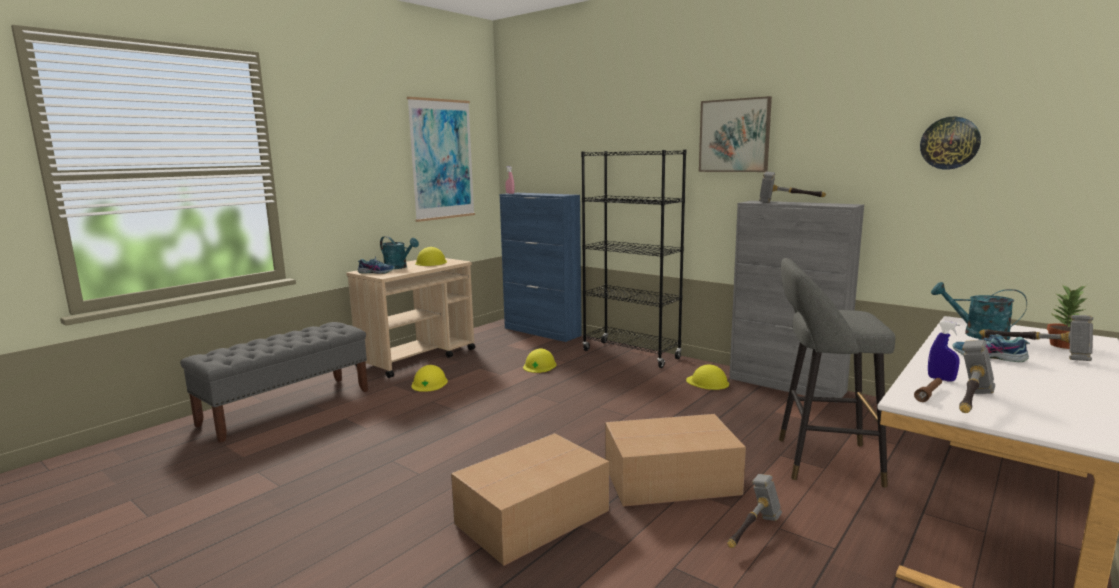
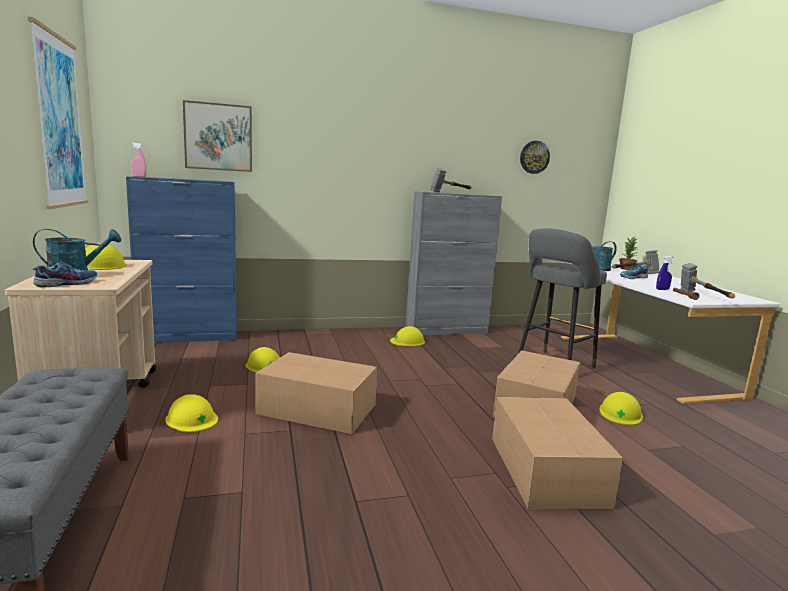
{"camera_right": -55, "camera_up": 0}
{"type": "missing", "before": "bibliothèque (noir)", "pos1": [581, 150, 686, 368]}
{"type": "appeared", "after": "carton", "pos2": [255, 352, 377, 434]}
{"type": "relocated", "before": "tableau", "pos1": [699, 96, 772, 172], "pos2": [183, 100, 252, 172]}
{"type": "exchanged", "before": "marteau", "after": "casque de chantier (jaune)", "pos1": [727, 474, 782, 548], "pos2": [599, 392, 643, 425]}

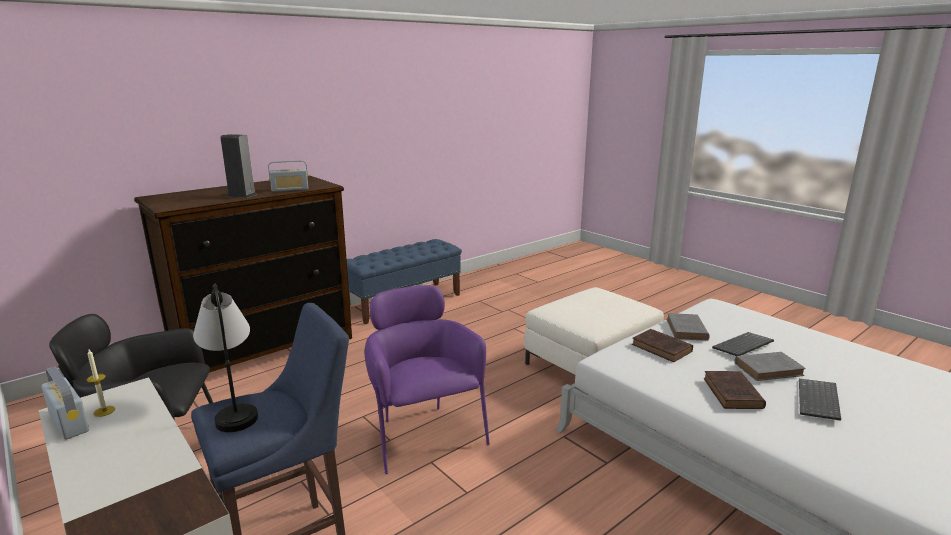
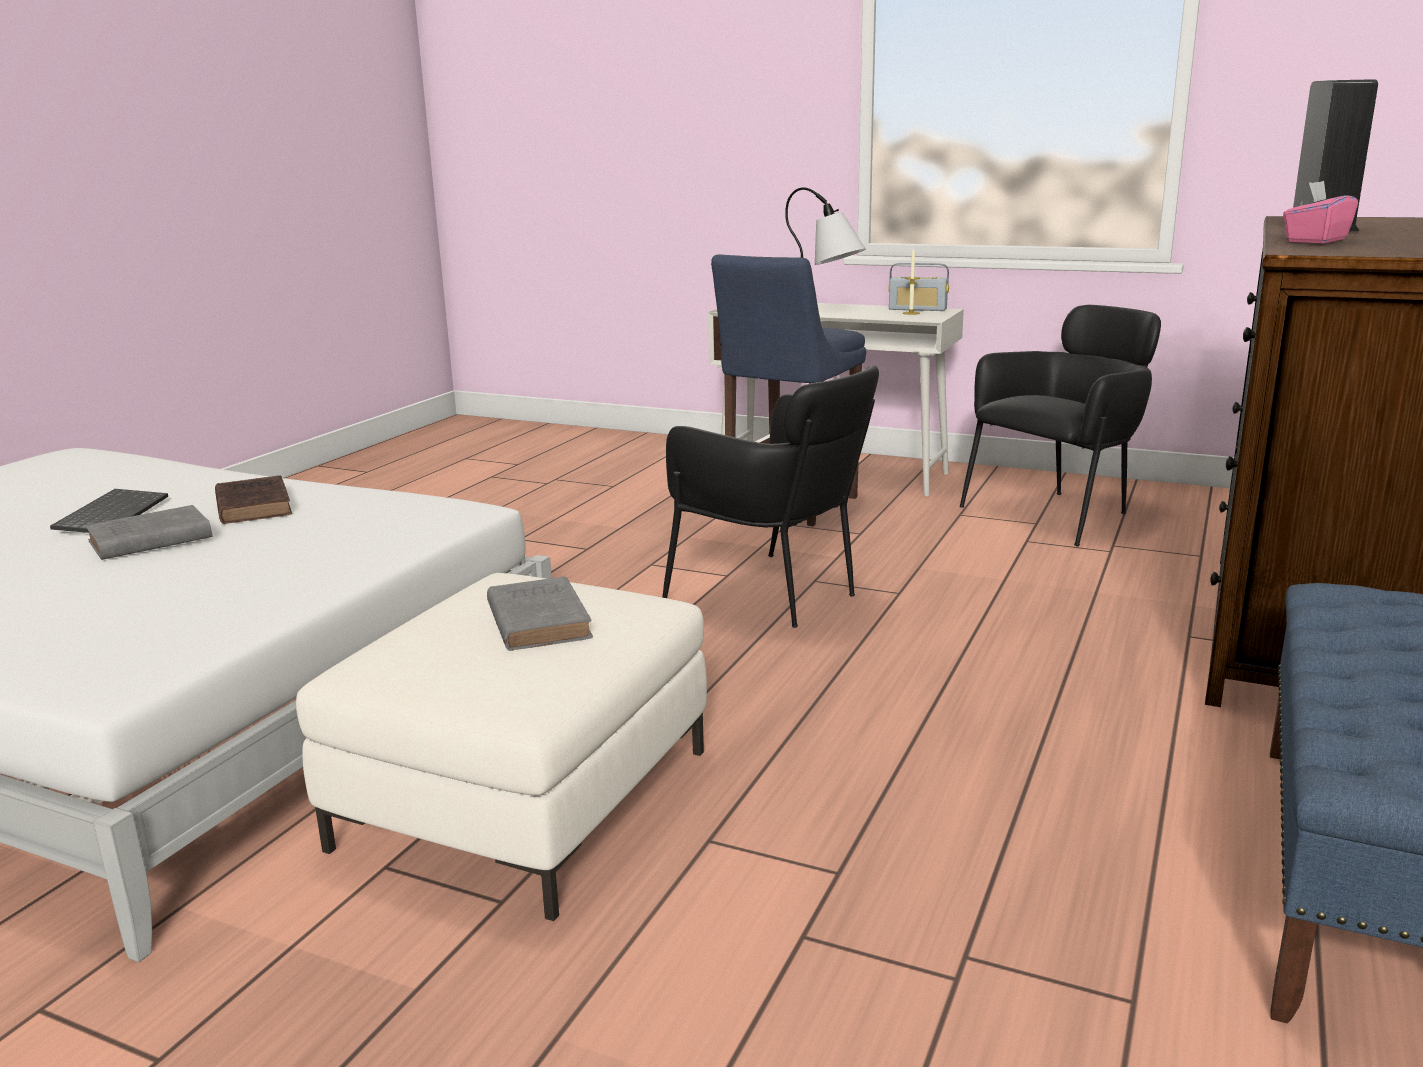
{"camera_right": 155, "camera_up": 0}
{"type": "missing", "before": "livre (marron)", "pos1": [632, 329, 693, 362]}
{"type": "missing", "before": "clavier", "pos1": [712, 332, 774, 356]}
{"type": "relocated", "before": "livre (gris)", "pos1": [666, 313, 710, 341], "pos2": [487, 577, 593, 651]}
{"type": "exchanged", "before": "radio", "after": "boîte à mouchoirs (rose)", "pos1": [268, 160, 308, 192], "pos2": [1283, 181, 1358, 243]}
{"type": "colour", "before": "fauteuil (violet)", "after": "fauteuil (noir)", "pos1": [365, 285, 490, 474], "pos2": [662, 365, 879, 628]}

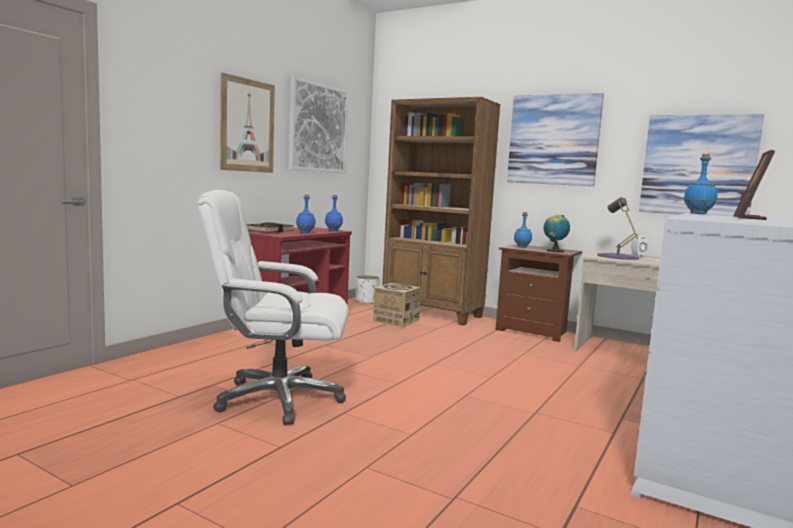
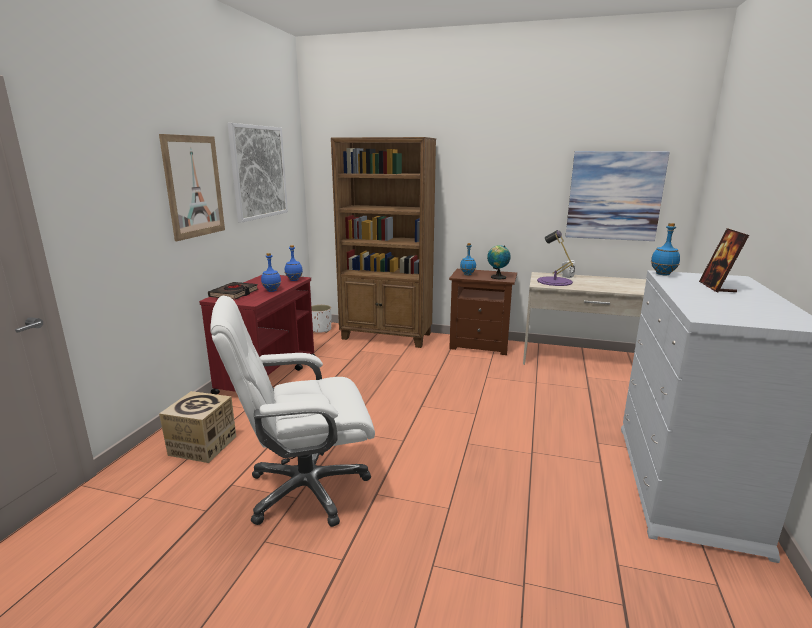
{"camera_right": -15, "camera_up": 10}
{"type": "missing", "before": "tableau", "pos1": [507, 93, 604, 186]}
{"type": "relocated", "before": "carton", "pos1": [373, 283, 421, 327], "pos2": [159, 391, 236, 463]}

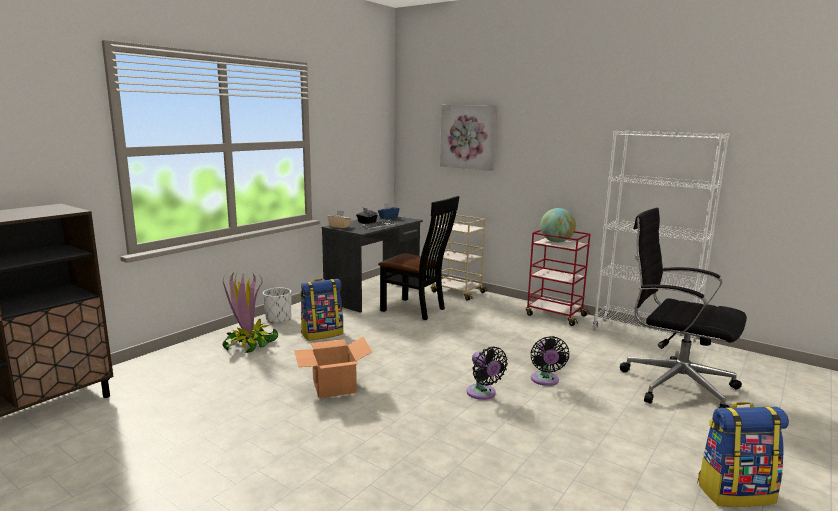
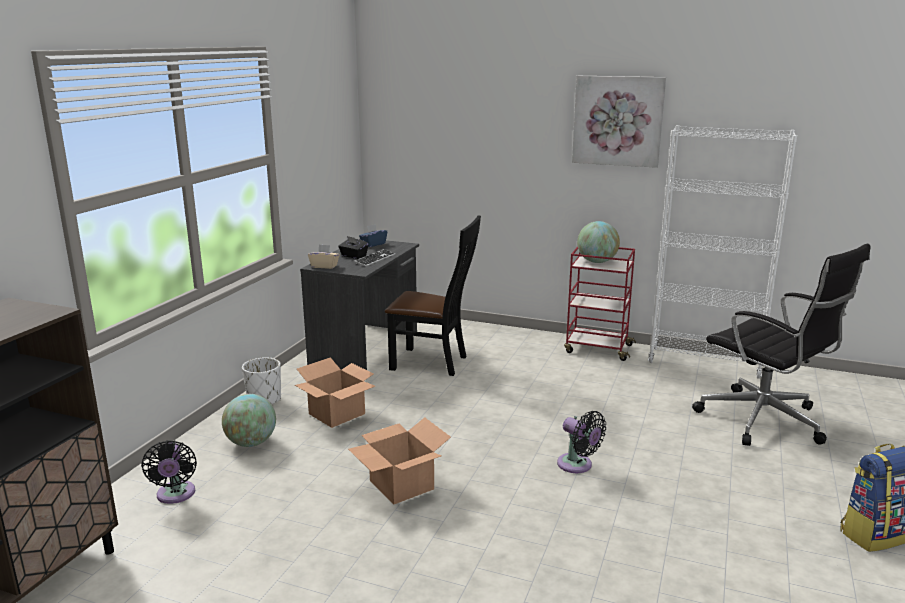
{"camera_right": -15, "camera_up": 5}
{"type": "missing", "before": "chariot (beige)", "pos1": [431, 214, 488, 301]}
{"type": "relocated", "before": "tableau", "pos1": [440, 105, 497, 171], "pos2": [572, 76, 666, 168]}
{"type": "relocated", "before": "ventilateur (noir)", "pos1": [530, 336, 569, 386], "pos2": [141, 440, 197, 504]}
{"type": "exchanged", "before": "plante en pot", "after": "globe", "pos1": [223, 271, 278, 353], "pos2": [222, 394, 276, 447]}
{"type": "exchanged", "before": "sac à dos", "after": "carton", "pos1": [300, 279, 343, 341], "pos2": [295, 357, 375, 428]}
{"type": "spun", "before": "chaise de bureau (noir)", "pos1": [620, 208, 747, 408], "pos2": [692, 244, 871, 446], "turn": -150}

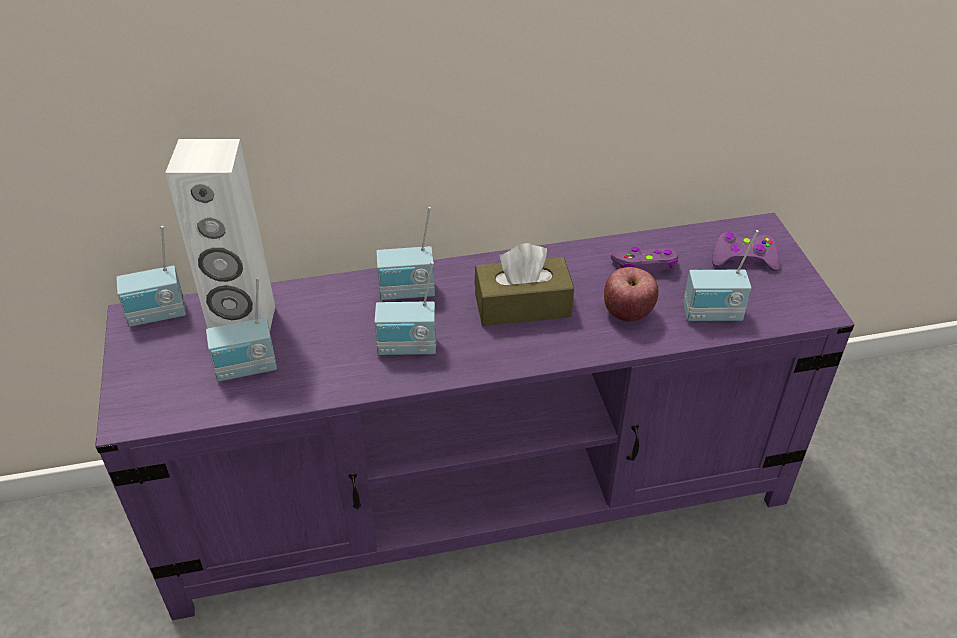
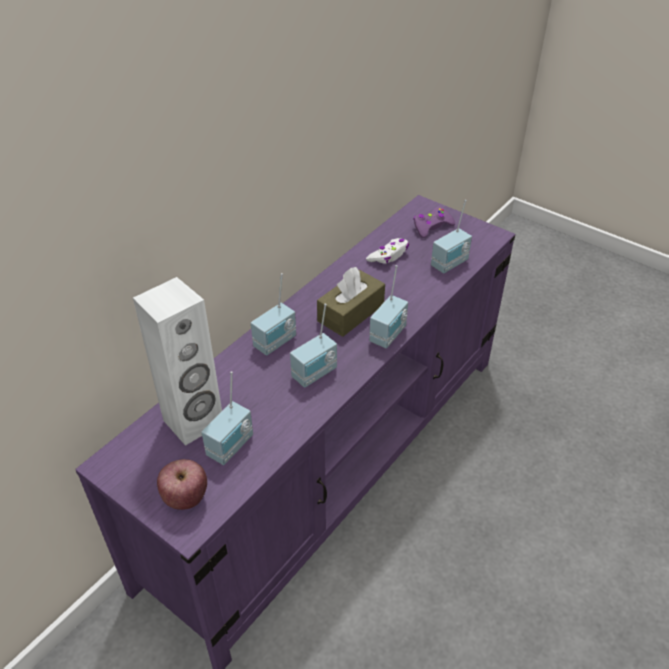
{"camera_right": -40, "camera_up": 0}
{"type": "relocated", "before": "radio", "pos1": [116, 226, 186, 327], "pos2": [369, 265, 408, 349]}
{"type": "relocated", "before": "pomme", "pos1": [604, 267, 659, 322], "pos2": [157, 459, 207, 510]}
{"type": "colour", "before": "manette (violet)", "after": "manette (blanc)", "pos1": [611, 247, 678, 274], "pos2": [366, 238, 409, 264]}

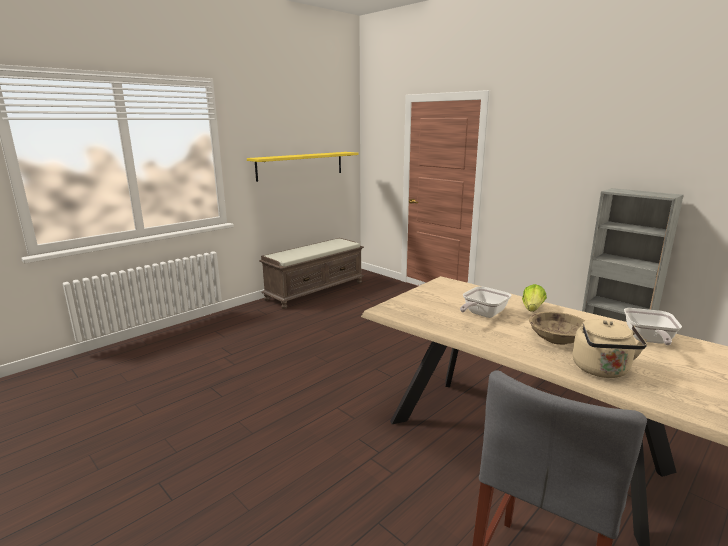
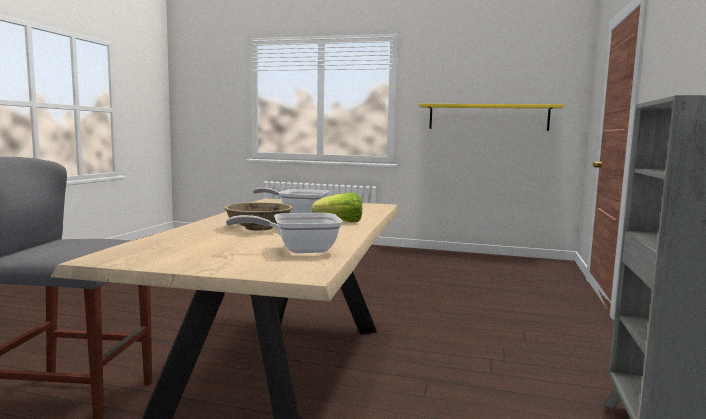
{"camera_right": 60, "camera_up": -10}
{"type": "missing", "before": "banc (marron)", "pos1": [259, 238, 364, 309]}
{"type": "missing", "before": "bouilloire (beige)", "pos1": [573, 319, 647, 378]}

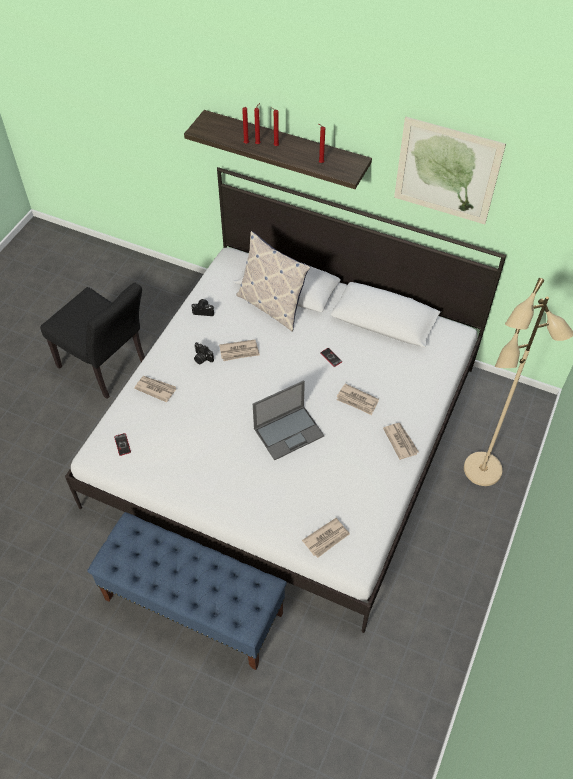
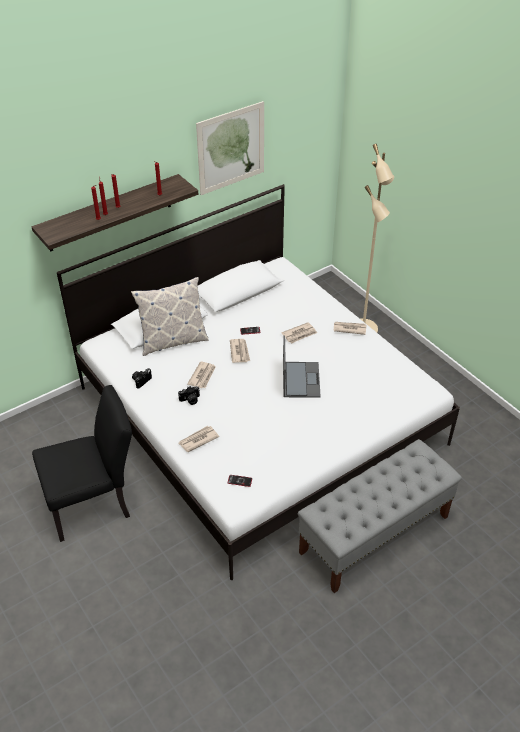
{"camera_right": -60, "camera_up": -10}
{"type": "relocated", "before": "journal", "pos1": [302, 518, 350, 558], "pos2": [230, 339, 250, 363]}
{"type": "colour", "before": "banc (bleu)", "after": "banc (gris)", "pos1": [87, 512, 287, 670], "pos2": [298, 439, 462, 593]}

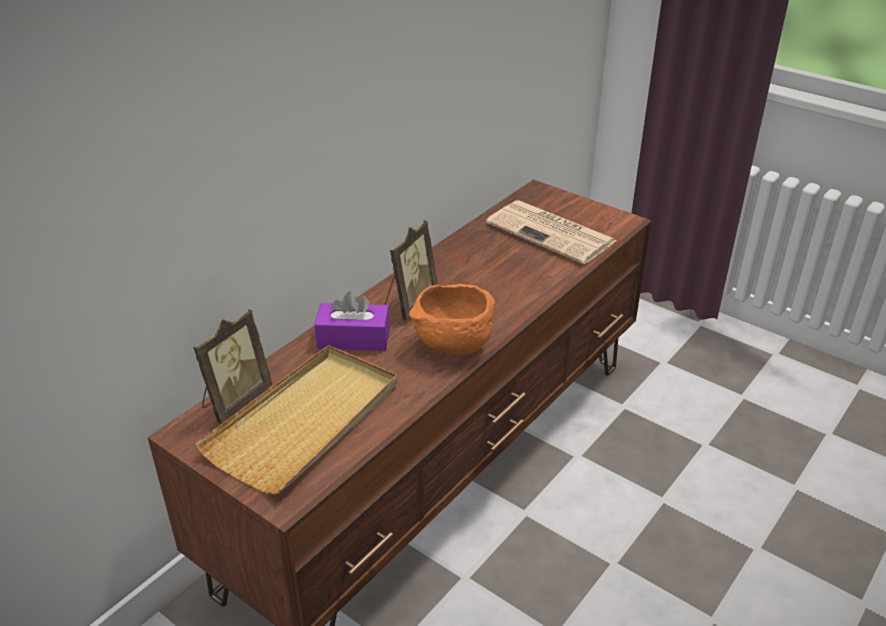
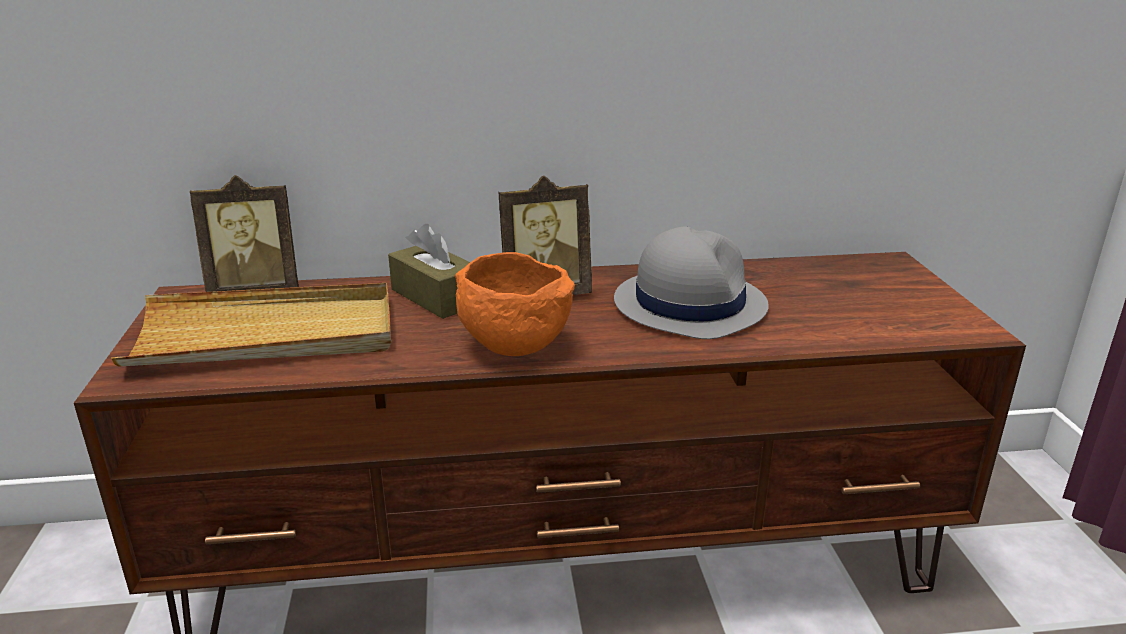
{"camera_right": 45, "camera_up": -10}
{"type": "missing", "before": "journal", "pos1": [486, 200, 616, 264]}
{"type": "appeared", "after": "chapeau (gris)", "pos2": [614, 227, 769, 339]}
{"type": "colour", "before": "boîte à mouchoirs (violet)", "after": "boîte à mouchoirs (marron)", "pos1": [314, 292, 390, 351], "pos2": [388, 224, 470, 319]}

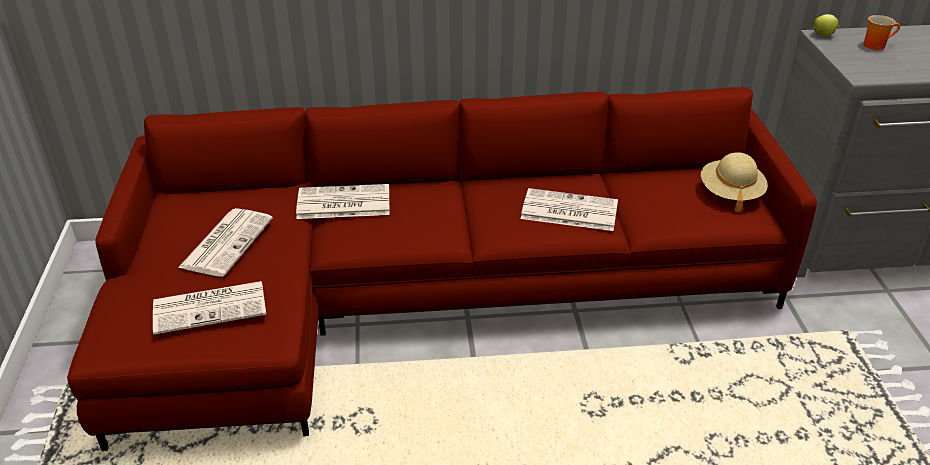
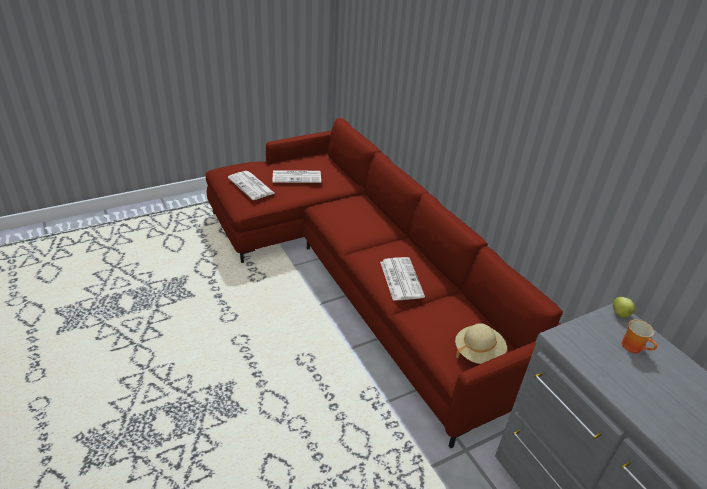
{"camera_right": 65, "camera_up": 0}
{"type": "missing", "before": "journal", "pos1": [296, 184, 389, 219]}

